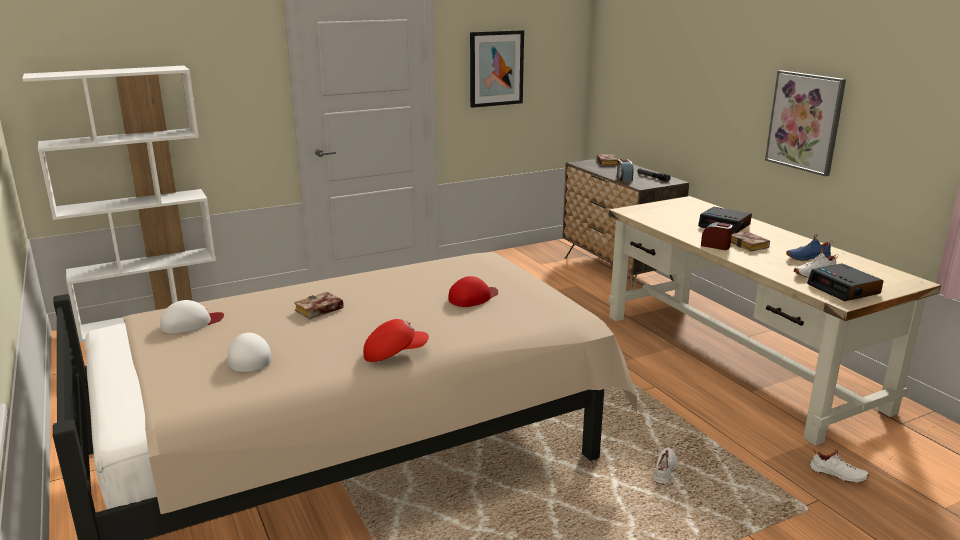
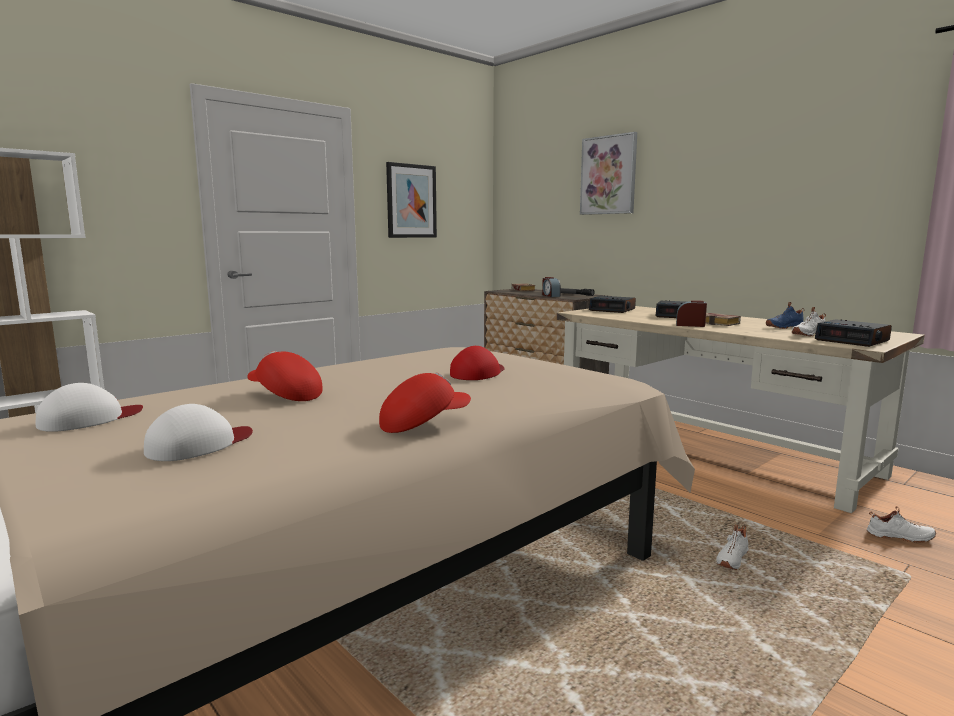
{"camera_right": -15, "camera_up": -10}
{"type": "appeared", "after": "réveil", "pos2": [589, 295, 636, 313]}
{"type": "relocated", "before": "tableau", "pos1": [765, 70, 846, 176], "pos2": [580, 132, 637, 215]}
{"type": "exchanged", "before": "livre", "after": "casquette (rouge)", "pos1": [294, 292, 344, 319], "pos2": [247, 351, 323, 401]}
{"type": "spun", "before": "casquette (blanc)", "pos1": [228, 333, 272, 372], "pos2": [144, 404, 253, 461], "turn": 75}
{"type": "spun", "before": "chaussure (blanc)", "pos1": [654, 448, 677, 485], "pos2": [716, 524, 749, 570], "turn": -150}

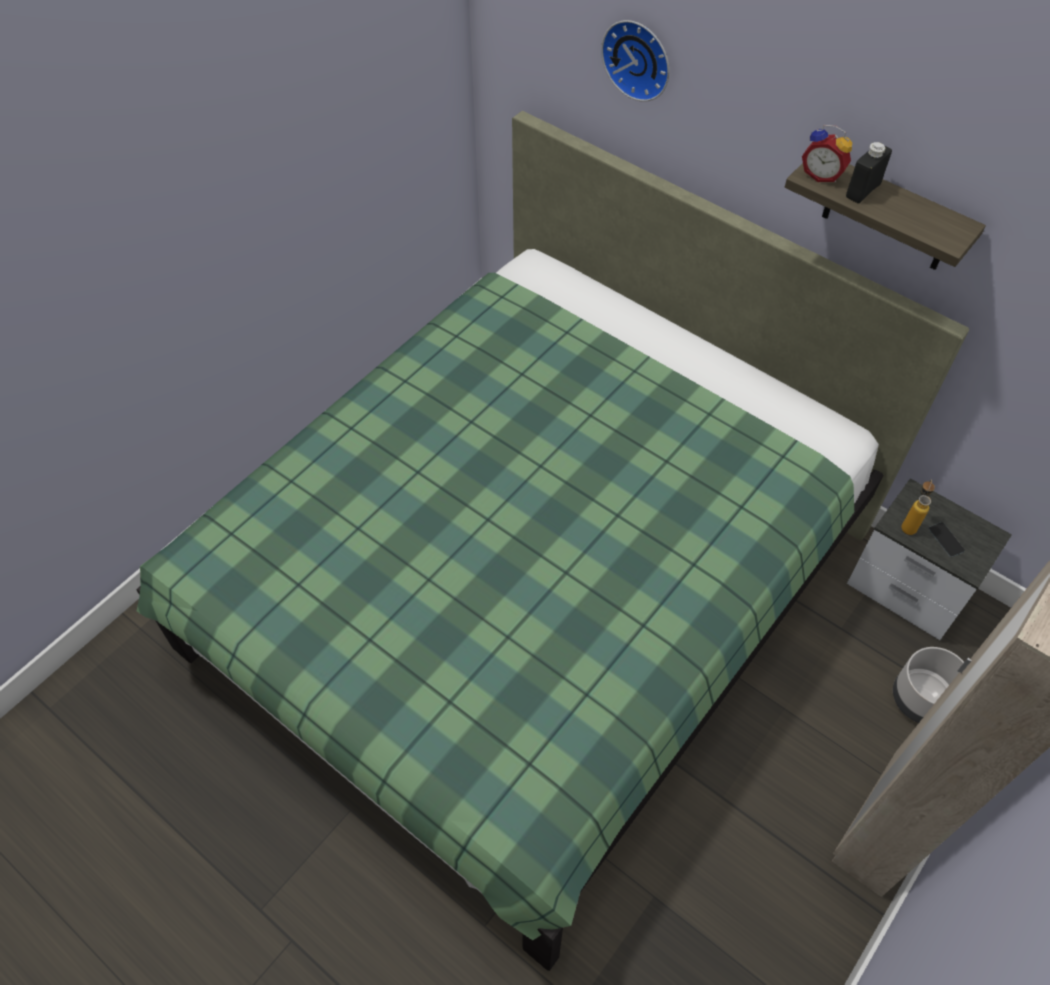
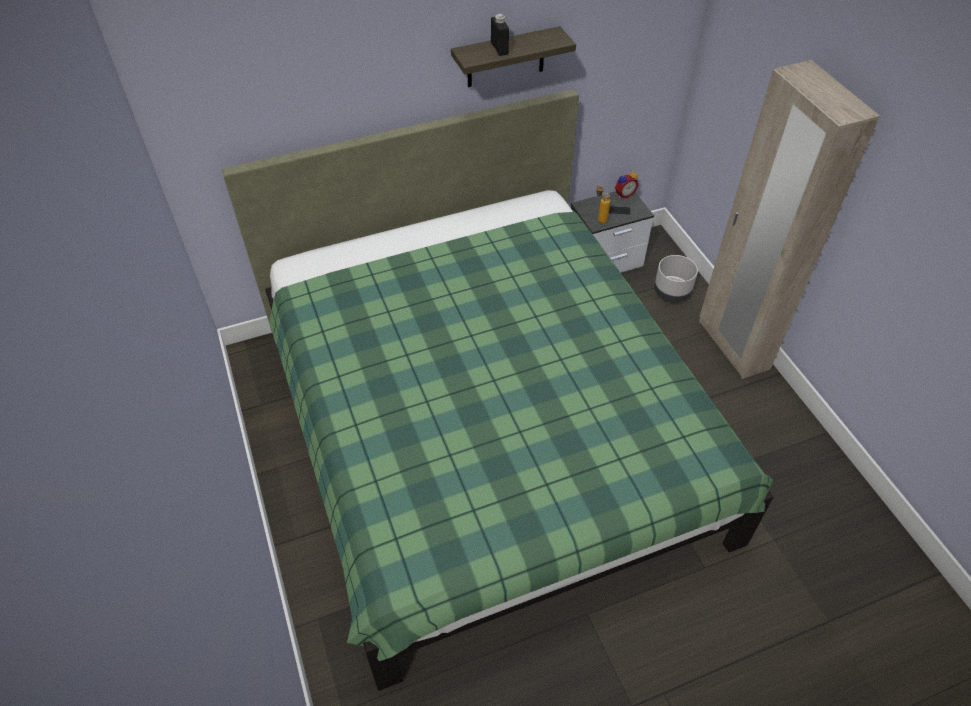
{"camera_right": -60, "camera_up": -5}
{"type": "missing", "before": "horloge murale", "pos1": [601, 20, 669, 102]}
{"type": "relocated", "before": "réveil", "pos1": [802, 125, 852, 182], "pos2": [615, 170, 639, 198]}

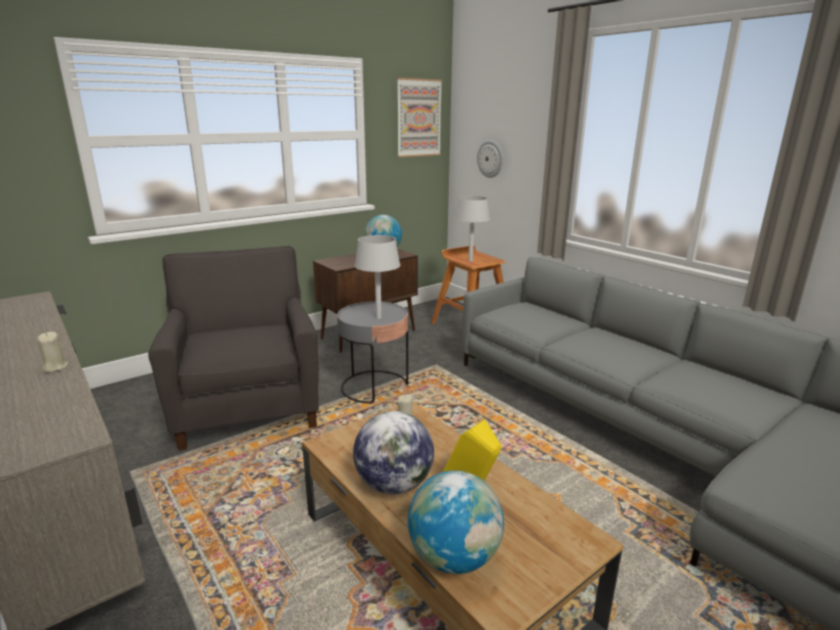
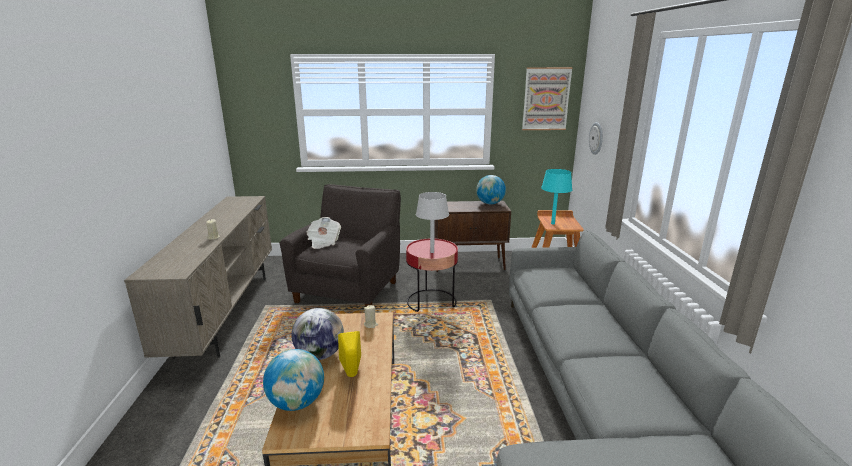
{"camera_right": 35, "camera_up": 0}
{"type": "appeared", "after": "journal", "pos2": [306, 217, 341, 249]}
{"type": "colour", "before": "table d'appoint (gris)", "after": "table d'appoint (rouge)", "pos1": [337, 301, 408, 403], "pos2": [406, 238, 458, 312]}
{"type": "colour", "before": "lampe de table (gris)", "after": "lampe de table (turquoise)", "pos1": [455, 196, 490, 262], "pos2": [541, 169, 572, 224]}

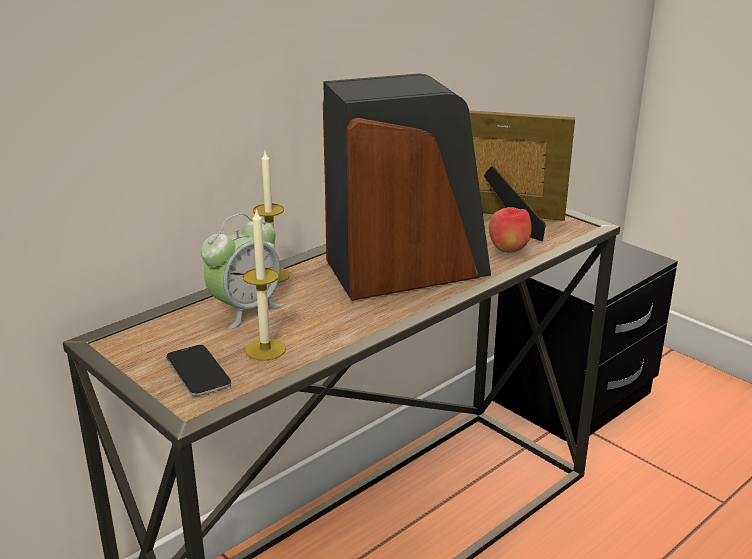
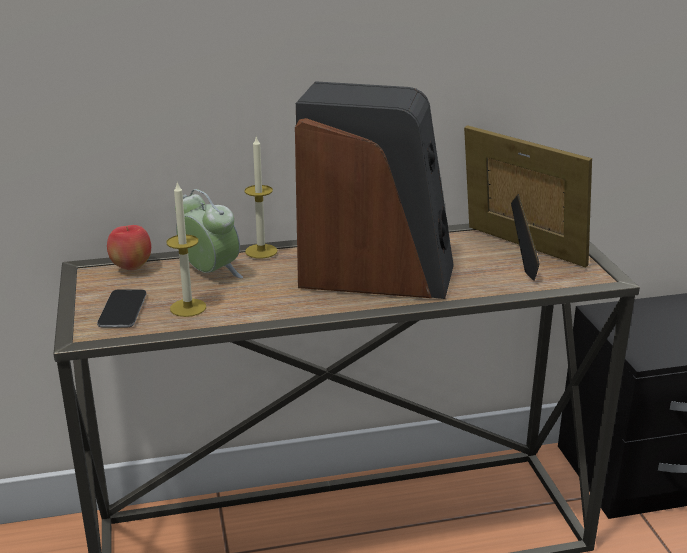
{"camera_right": 30, "camera_up": 0}
{"type": "relocated", "before": "pomme", "pos1": [489, 207, 532, 253], "pos2": [107, 225, 151, 271]}
{"type": "spun", "before": "réveil", "pos1": [201, 214, 284, 329], "pos2": [175, 189, 243, 278], "turn": -120}

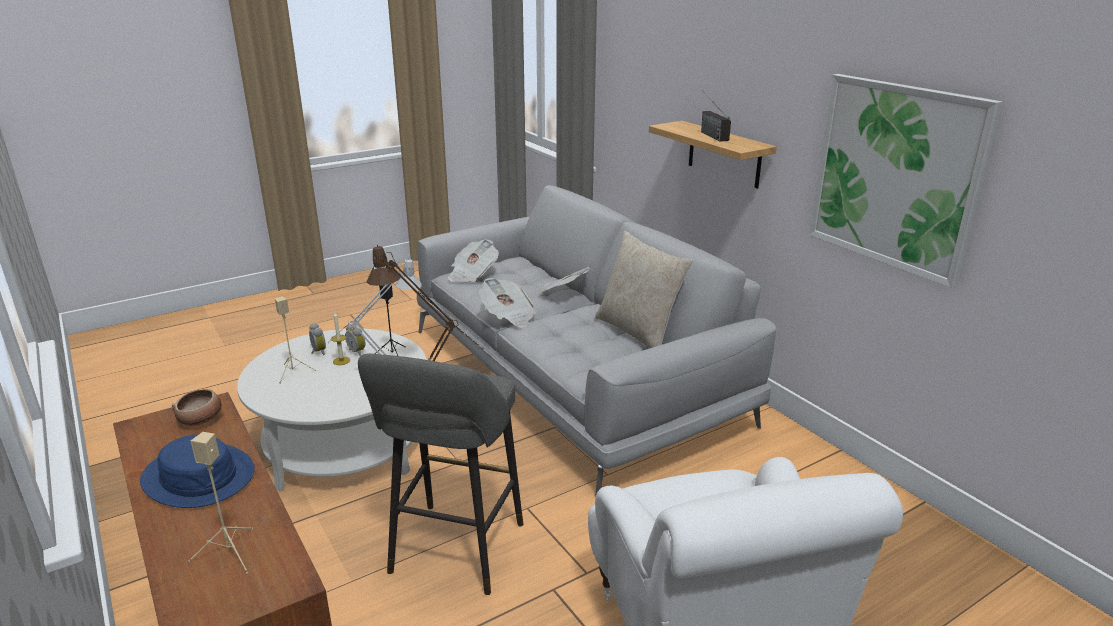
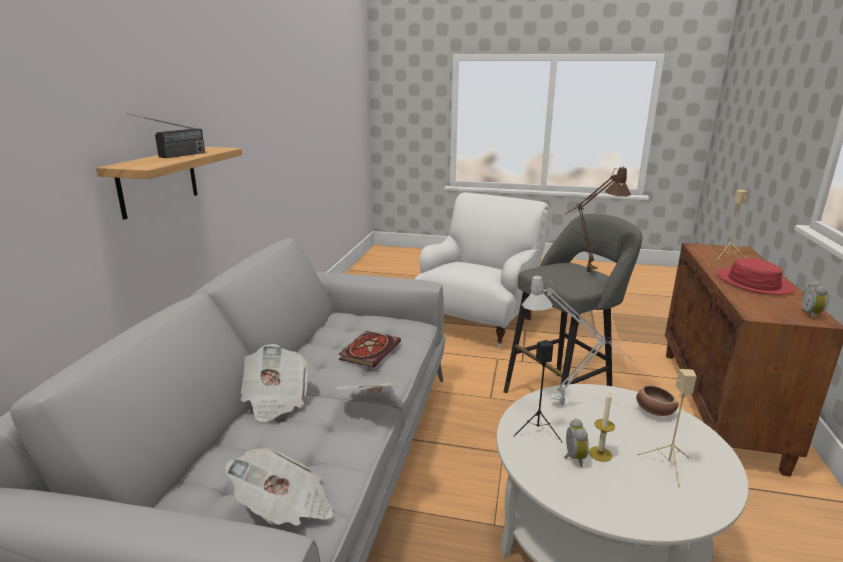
{"camera_right": -135, "camera_up": -5}
{"type": "missing", "before": "coussin (beige)", "pos1": [595, 231, 693, 348]}
{"type": "missing", "before": "tableau", "pos1": [809, 74, 1003, 288]}
{"type": "appeared", "after": "livre", "pos2": [338, 331, 401, 368]}
{"type": "relocated", "before": "bol", "pos1": [172, 389, 222, 426], "pos2": [636, 385, 679, 416]}
{"type": "relocated", "before": "réveil", "pos1": [309, 323, 326, 355], "pos2": [802, 281, 827, 319]}
{"type": "colour", "before": "chapeau (bleu)", "after": "chapeau (rouge)", "pos1": [140, 434, 255, 508], "pos2": [716, 258, 796, 295]}

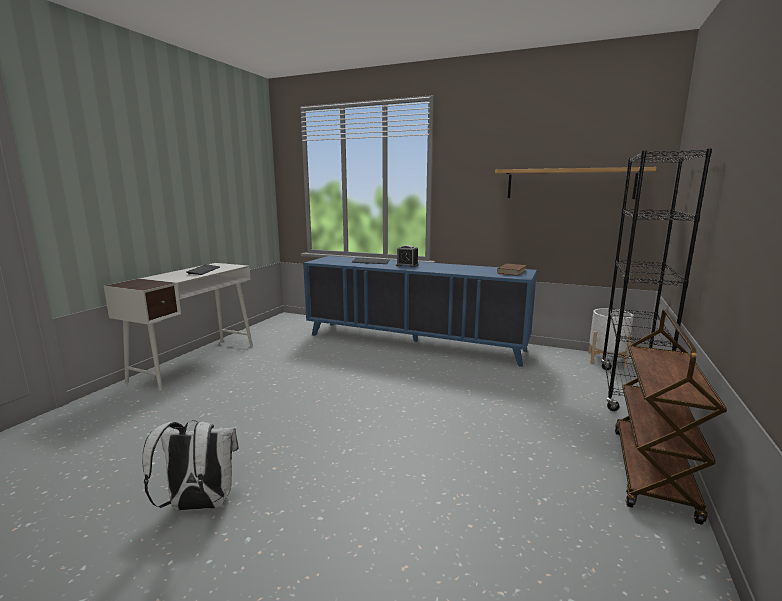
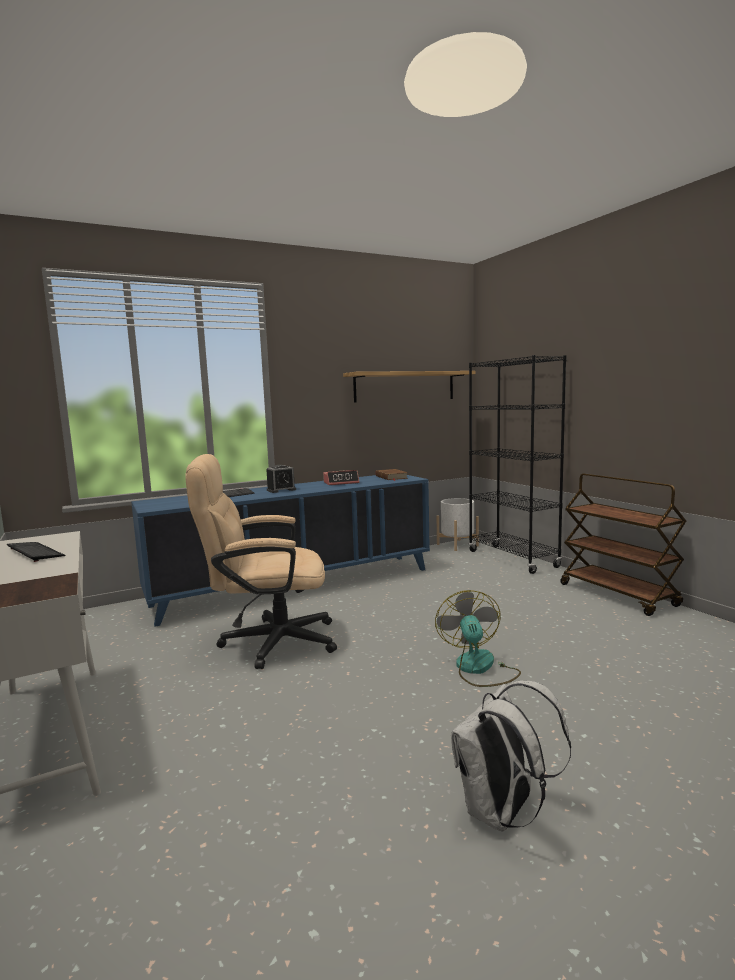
{"camera_right": -50, "camera_up": -5}
{"type": "appeared", "after": "chaise de bureau (beige)", "pos2": [185, 454, 337, 669]}
{"type": "appeared", "after": "réveil", "pos2": [323, 470, 359, 485]}
{"type": "appeared", "after": "ventilateur", "pos2": [435, 590, 521, 687]}

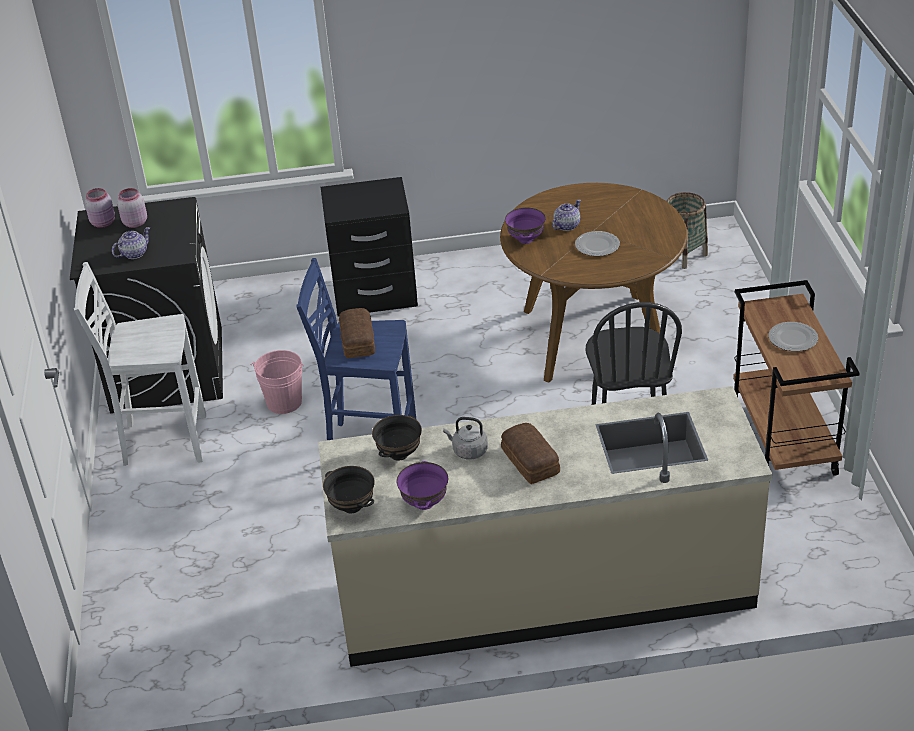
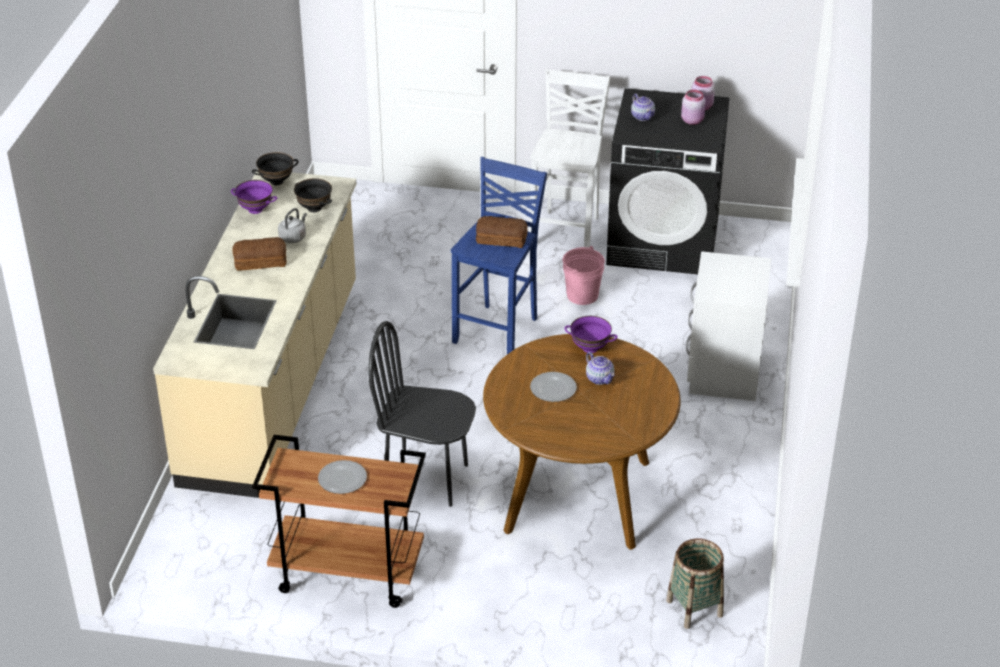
{"camera_right": 105, "camera_up": 0}
{"type": "colour", "before": "table de chevet (noir)", "after": "table de chevet (blanc)", "pos1": [321, 177, 418, 317], "pos2": [686, 251, 771, 401]}

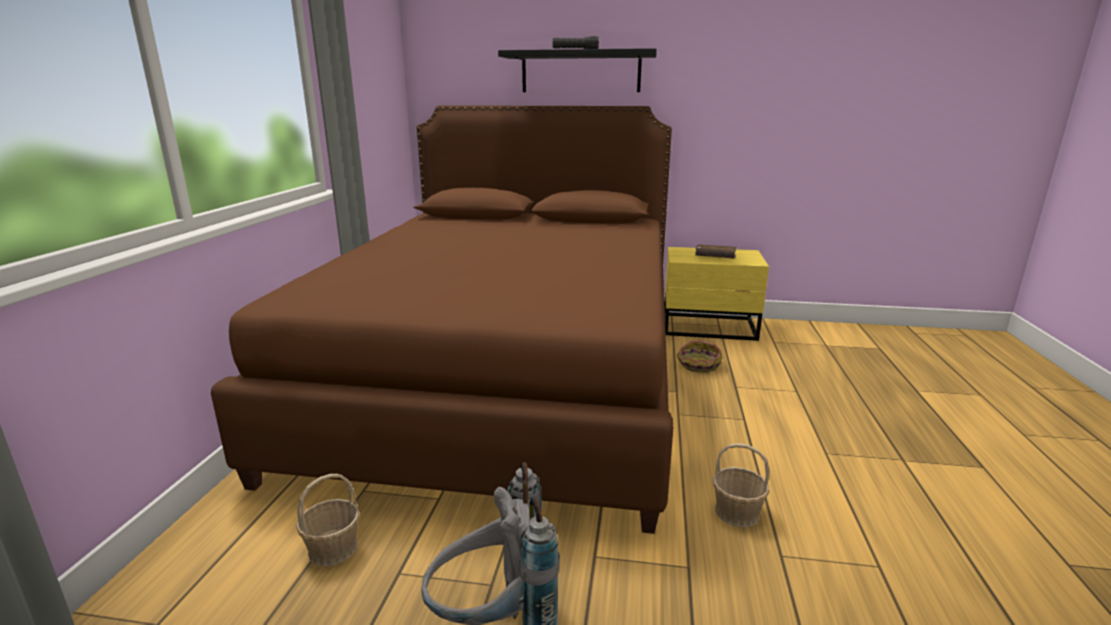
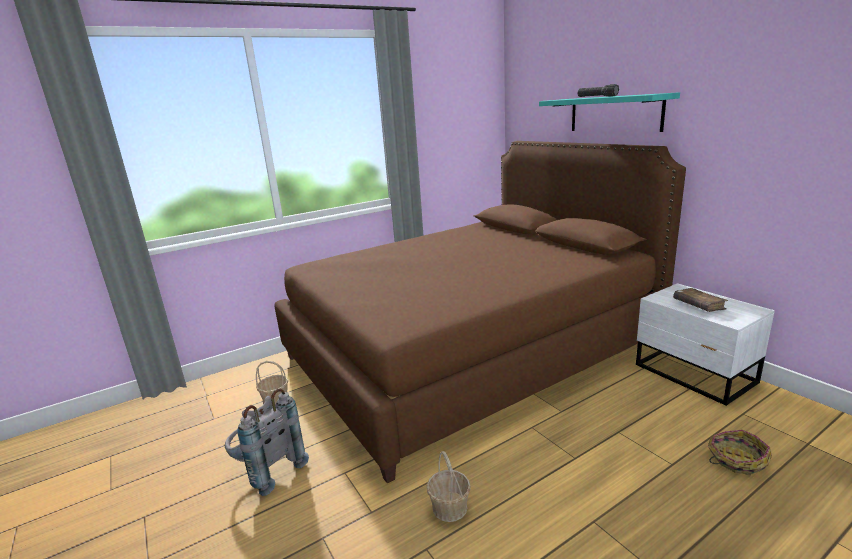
{"camera_right": 50, "camera_up": 0}
{"type": "relocated", "before": "panier", "pos1": [676, 341, 723, 373], "pos2": [708, 430, 772, 475]}
{"type": "colour", "before": "étagère (noir)", "after": "étagère (turquoise)", "pos1": [498, 48, 657, 92], "pos2": [539, 92, 680, 132]}
{"type": "colour", "before": "table de chevet (jaune)", "after": "table de chevet (blanc)", "pos1": [664, 247, 769, 341], "pos2": [636, 283, 775, 406]}

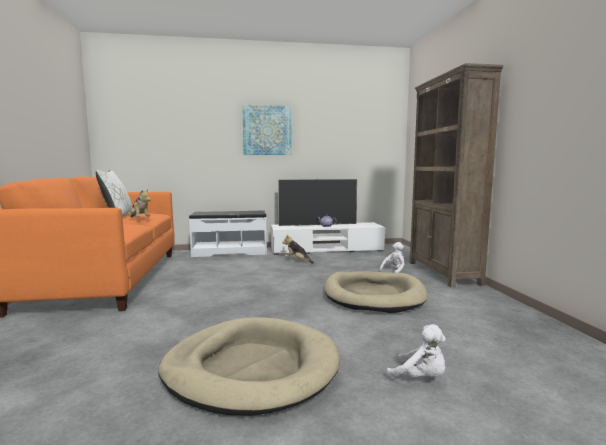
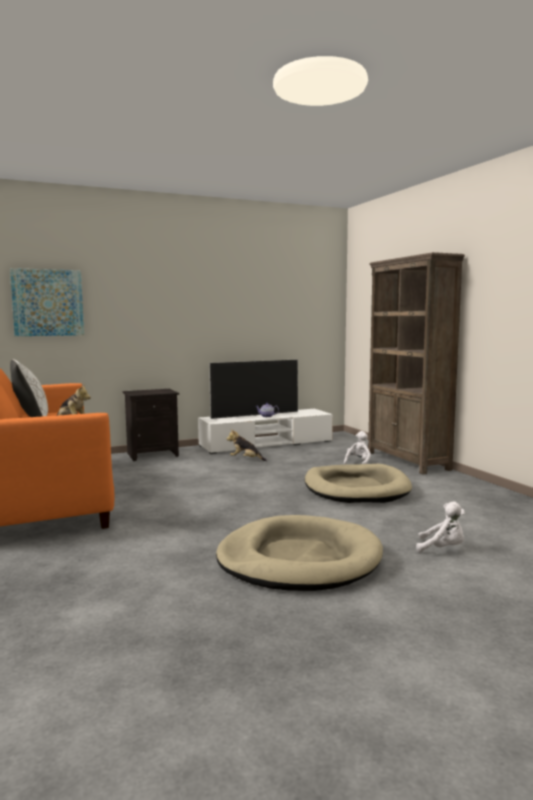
{"camera_right": -15, "camera_up": 0}
{"type": "relocated", "before": "tableau", "pos1": [242, 105, 292, 155], "pos2": [10, 268, 84, 336]}
{"type": "exchanged", "before": "banc (blanc)", "after": "table de chevet (noir)", "pos1": [189, 210, 267, 257], "pos2": [123, 389, 179, 461]}

